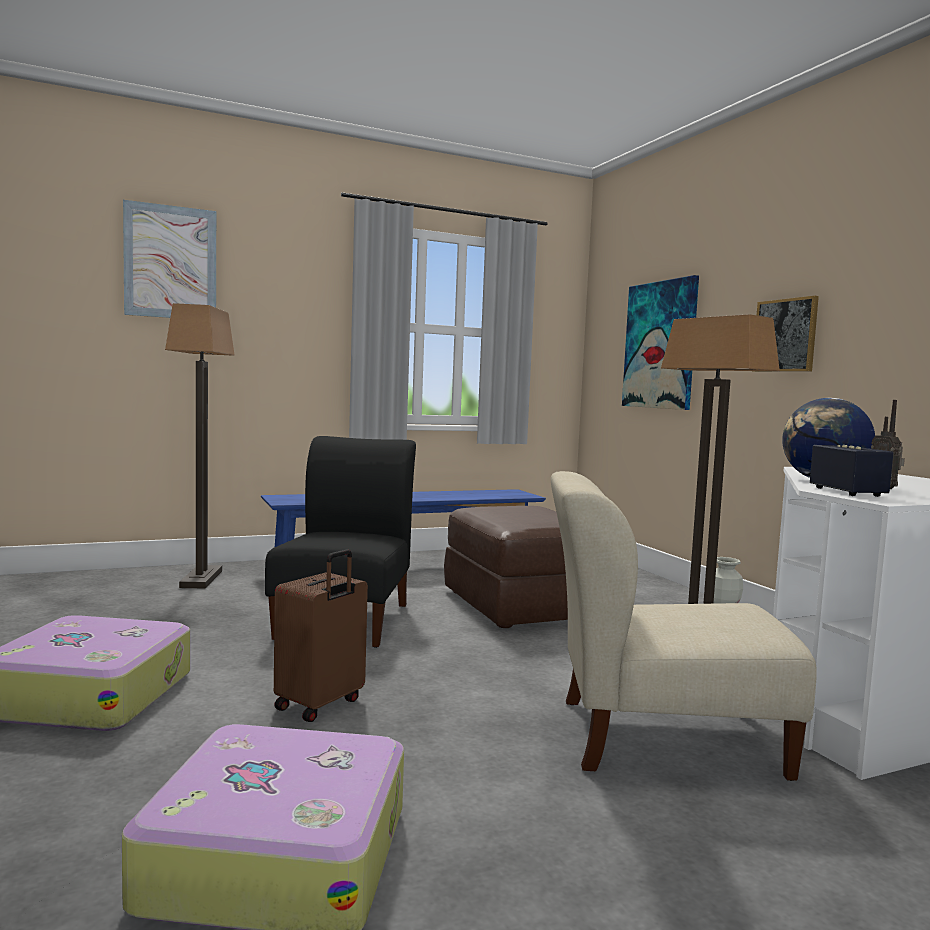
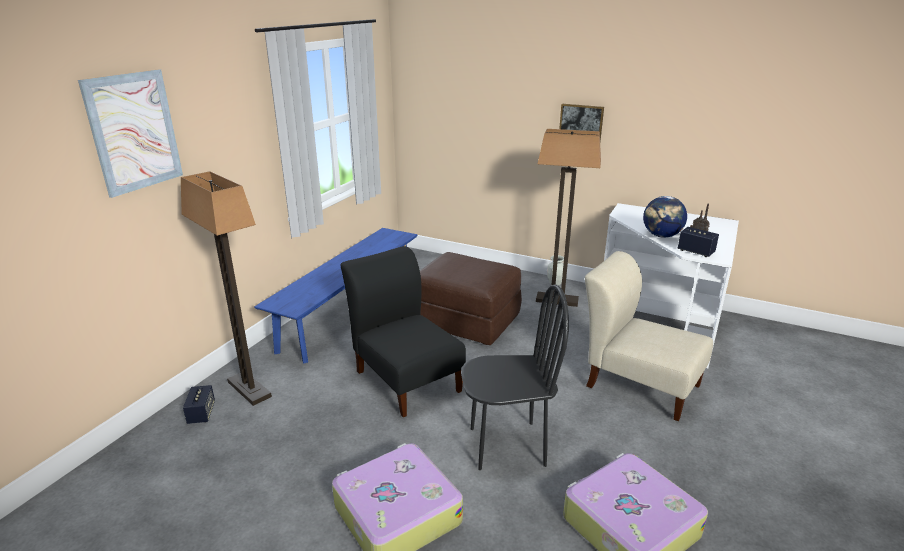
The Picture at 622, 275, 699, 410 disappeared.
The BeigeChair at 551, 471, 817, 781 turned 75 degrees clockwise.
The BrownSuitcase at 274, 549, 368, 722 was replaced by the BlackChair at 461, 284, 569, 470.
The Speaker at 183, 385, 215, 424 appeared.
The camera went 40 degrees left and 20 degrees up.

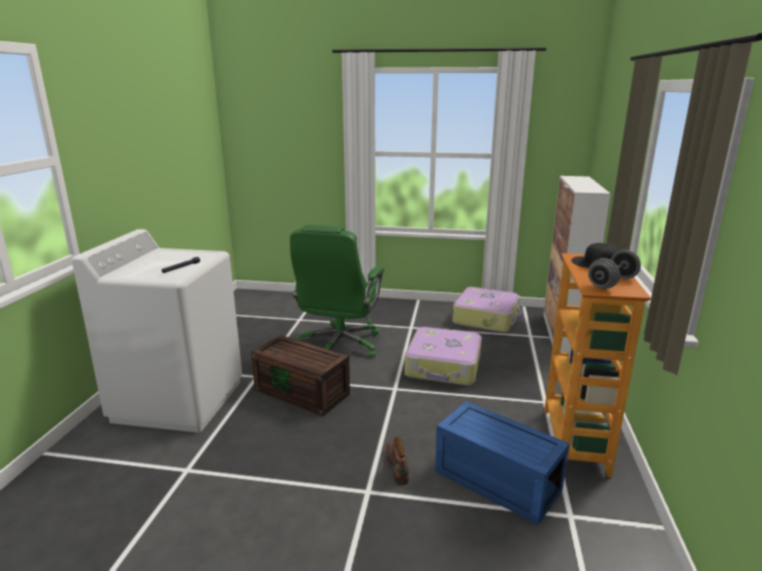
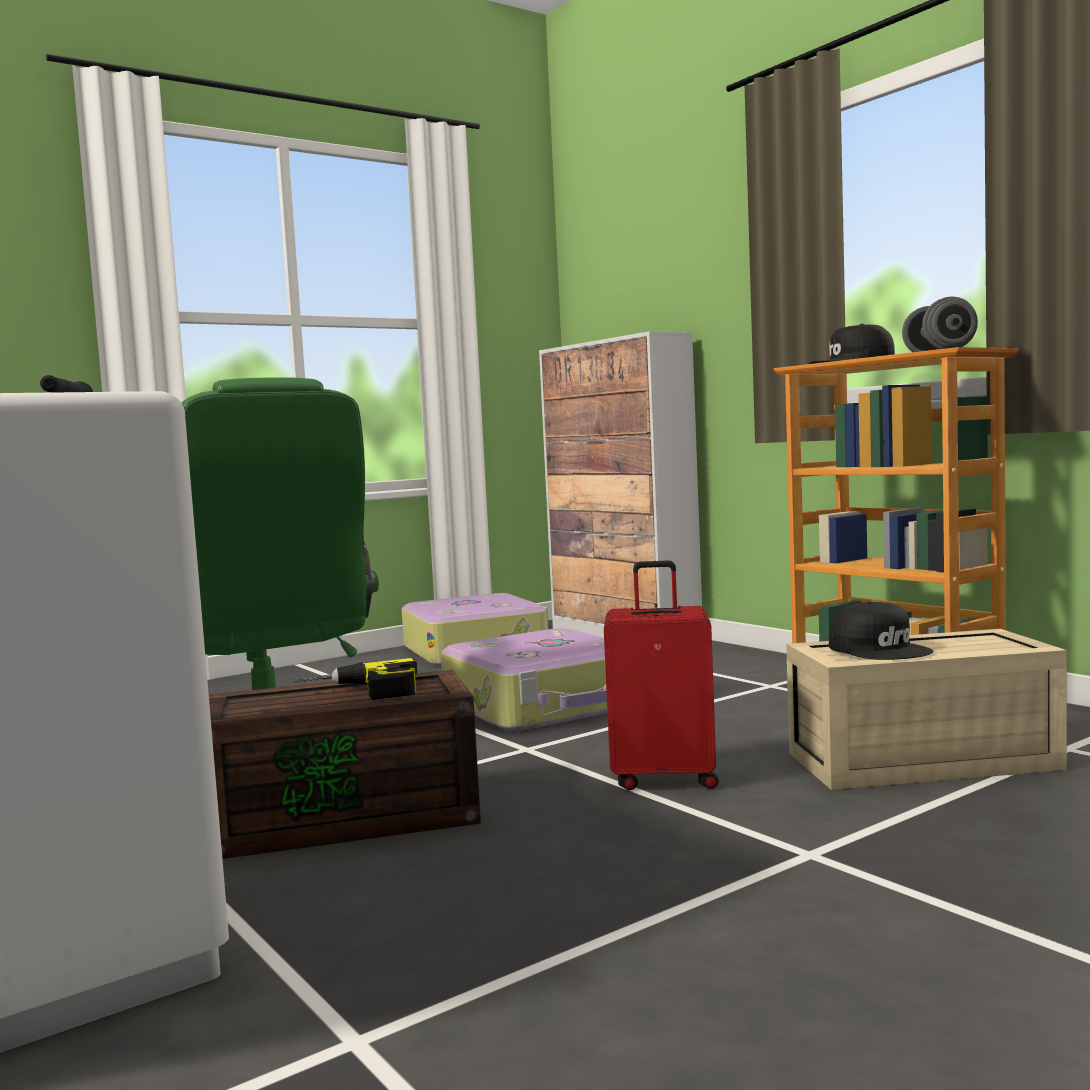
The BlueStorageBox at 435, 401, 570, 525 became the BeigeStorageBox at 786, 629, 1067, 790.
The Boot at 386, 437, 409, 485 disappeared.
The RedSuitcase at 604, 560, 719, 790 appeared.
The BlackCap at 829, 601, 933, 660 appeared.
The PowerDrill at 292, 658, 418, 700 appeared.
The camera went 45 degrees left and 15 degrees down.

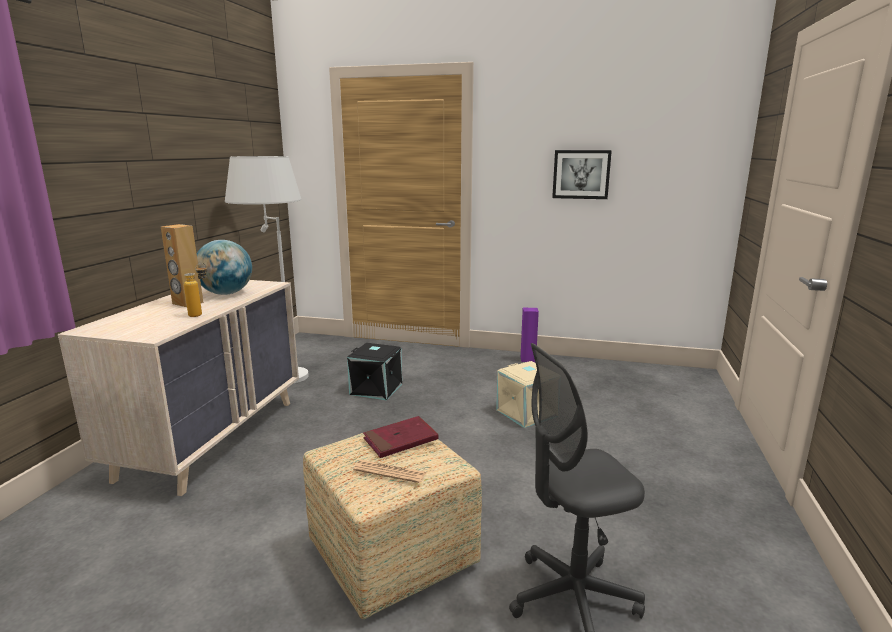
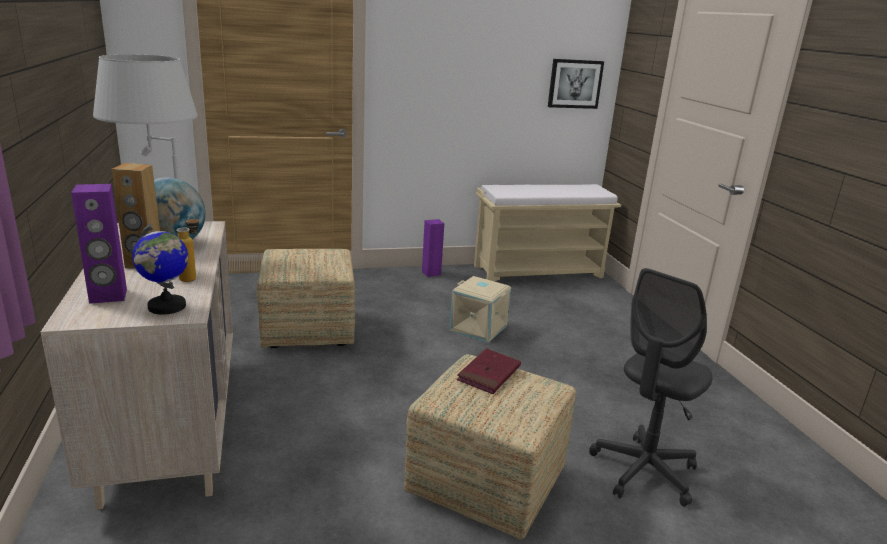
The Picture moved from 552, 150, 612, 199 to 548, 59, 604, 109.
The BlackStorageBox at 347, 343, 402, 400 was replaced by the Ottoman at 257, 249, 355, 348.
The Newspaper at 353, 460, 426, 483 disappeared.
The PurpleSpeaker at 71, 184, 127, 304 appeared.
The BeigeBench at 474, 184, 621, 282 appeared.
The Globe at 132, 223, 188, 315 appeared.
The camera went 30 degrees left and 5 degrees up.

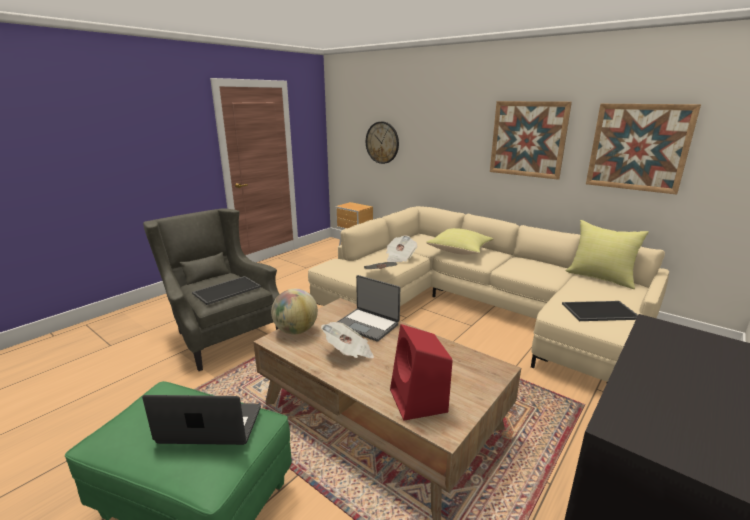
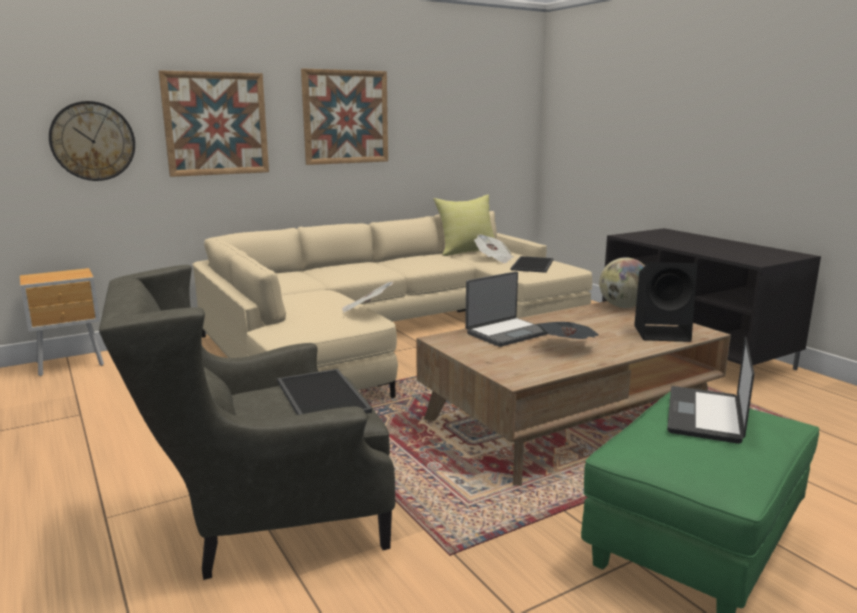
The Picture moved from 586, 104, 701, 195 to 159, 70, 269, 177.
The YellowPillow at 426, 228, 494, 255 disappeared.
The Newspaper moved from 386, 235, 418, 262 to 474, 234, 514, 263.
The Globe moved from 271, 289, 318, 334 to 599, 257, 645, 308.
The RedSpeaker at 390, 324, 453, 421 became the BlackSpeaker at 634, 262, 697, 342.
The camera went 70 degrees left and 5 degrees down.

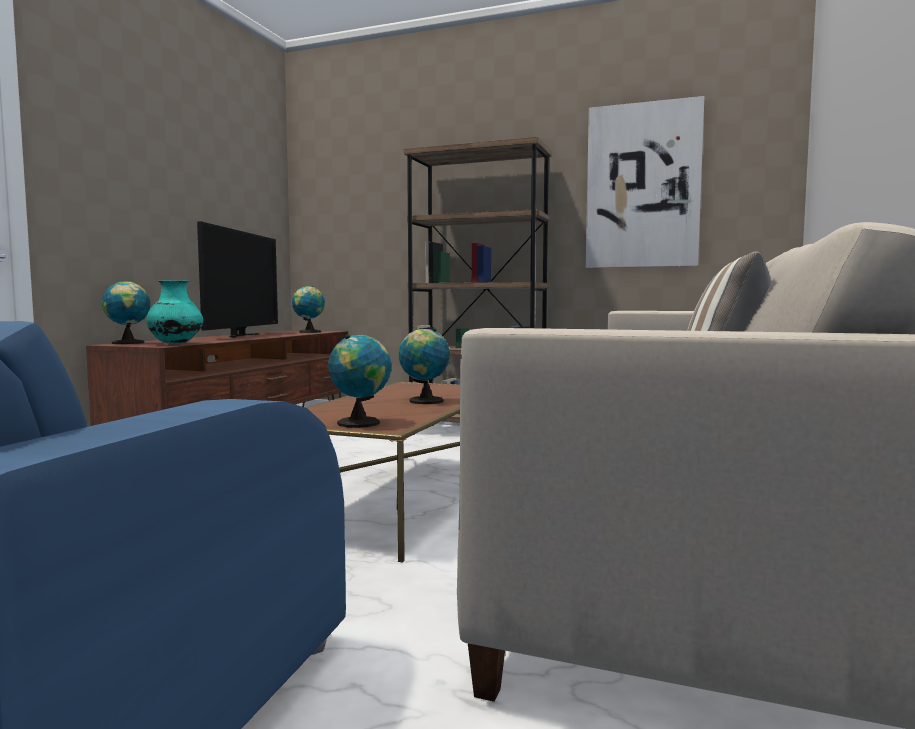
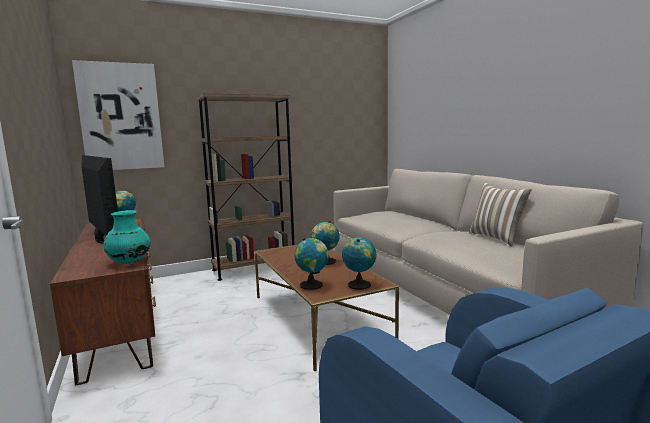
The Picture moved from 586, 96, 704, 268 to 72, 60, 164, 170.
The Globe moved from 102, 281, 150, 344 to 294, 238, 329, 290.
The camera went 45 degrees left and 5 degrees up.

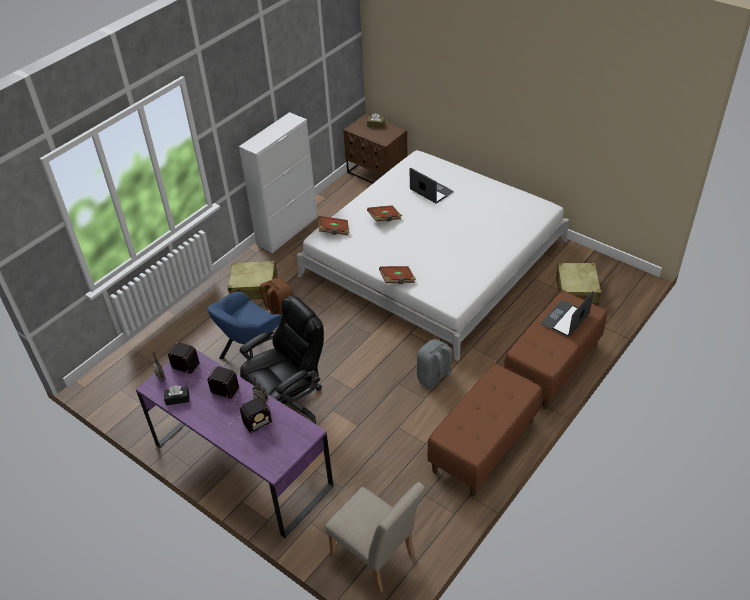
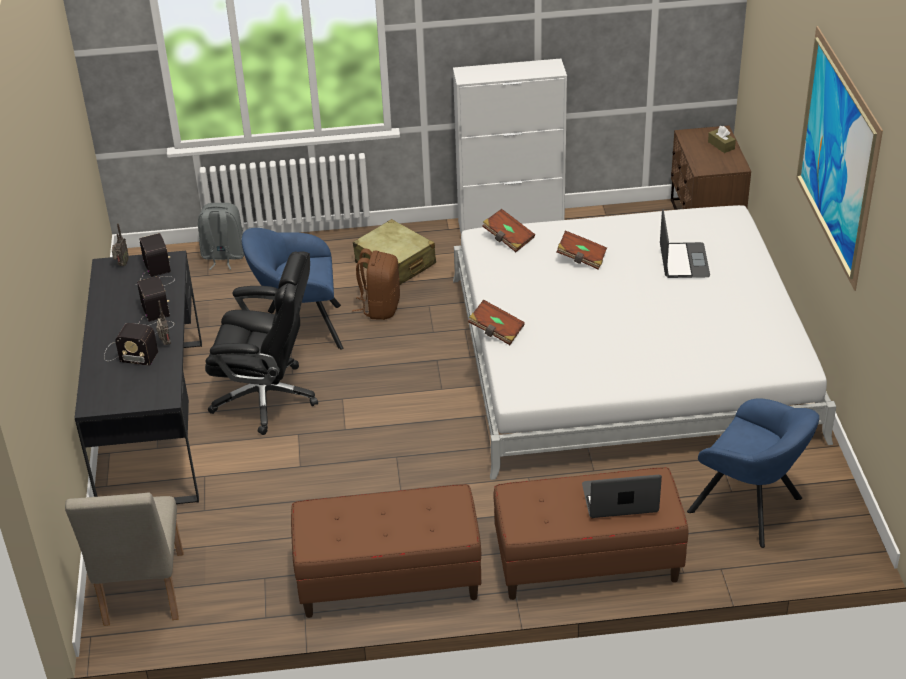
The BeigeSuitcase at 556, 263, 601, 306 was replaced by the BlueArmchair at 687, 398, 819, 548.
The GreyBackpack moved from 417, 339, 456, 393 to 198, 203, 245, 270.
The PurpleDesk at 136, 350, 334, 539 became the BlackDesk at 75, 251, 202, 504.
The BlackTissueBox at 164, 385, 189, 406 disappeared.
The Picture at 796, 26, 883, 291 appeared.
The camera went 45 degrees right and 5 degrees down.

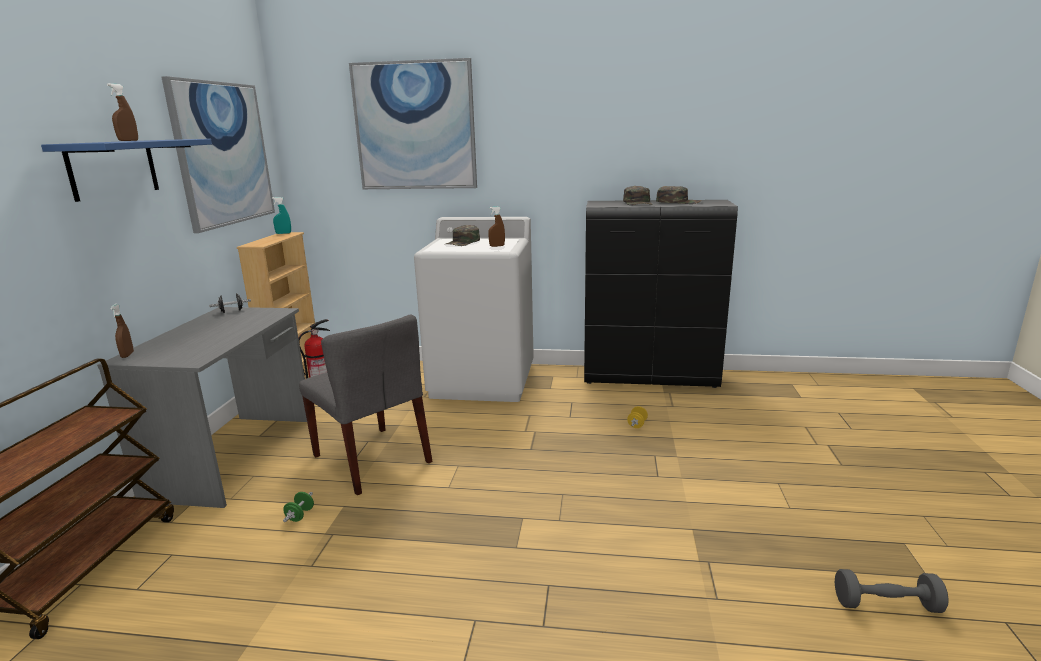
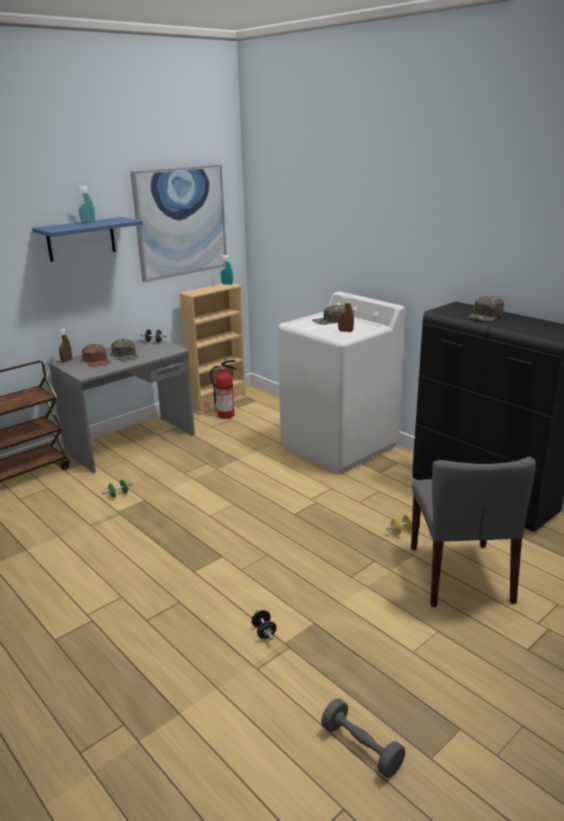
The Picture at 349, 58, 477, 189 disappeared.
The BrownSprayBottle at 107, 83, 138, 141 became the TurquoiseSprayBottle at 77, 186, 95, 223.
The GreenCap moved from 656, 186, 702, 204 to 111, 339, 139, 361.
The GreyChair moved from 299, 314, 432, 496 to 411, 457, 536, 607.
The BrownCap at 82, 344, 110, 367 appeared.
The BlackDumbbell at 251, 609, 277, 640 appeared.
The camera went 40 degrees right and 5 degrees up.

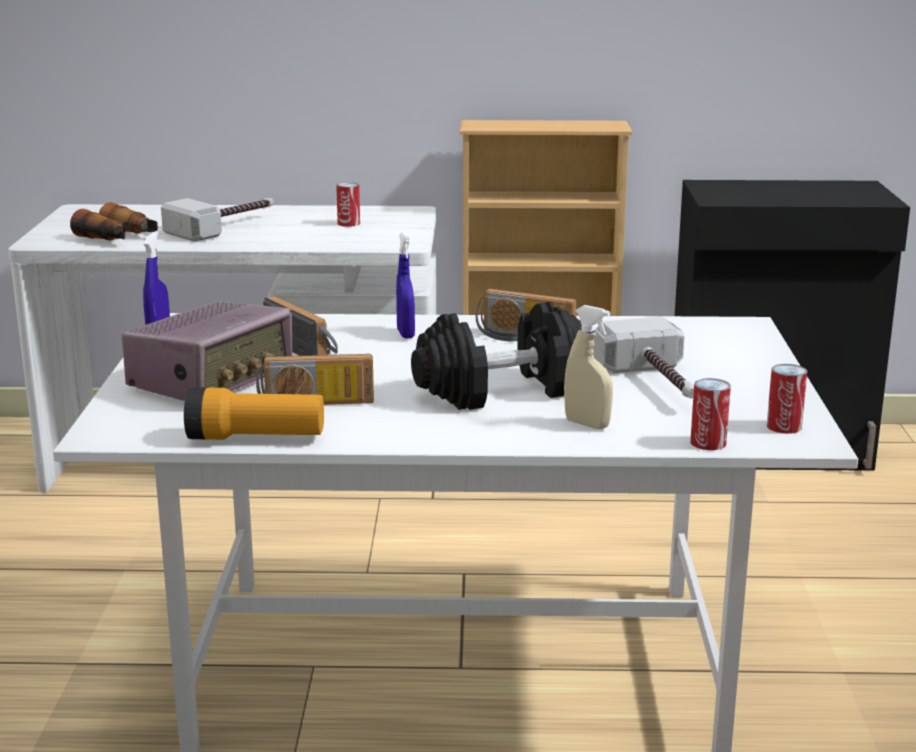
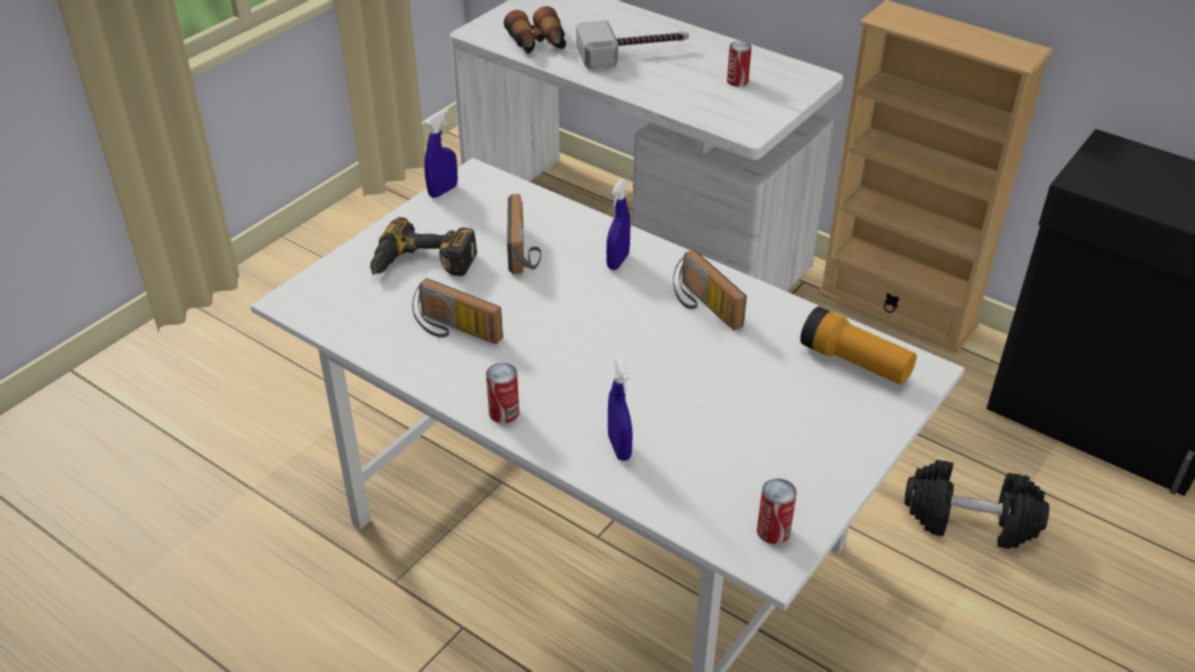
The Radio at 122, 301, 292, 401 was replaced by the PowerDrill at 370, 217, 477, 276.
The BlackDumbbell moved from 411, 301, 582, 410 to 904, 460, 1049, 549.
The BeigeSprayBottle at 564, 305, 613, 429 became the BlueSprayBottle at 608, 358, 633, 461.
The Hammer at 593, 317, 694, 398 disappeared.
The Can moved from 690, 378, 731, 450 to 486, 363, 519, 423.
The Flashlight moved from 184, 387, 324, 440 to 800, 306, 917, 385.
The camera went 35 degrees right and 20 degrees up.

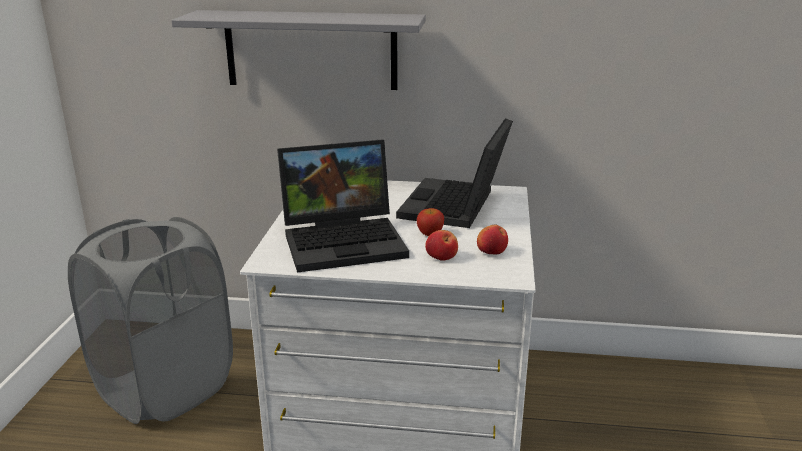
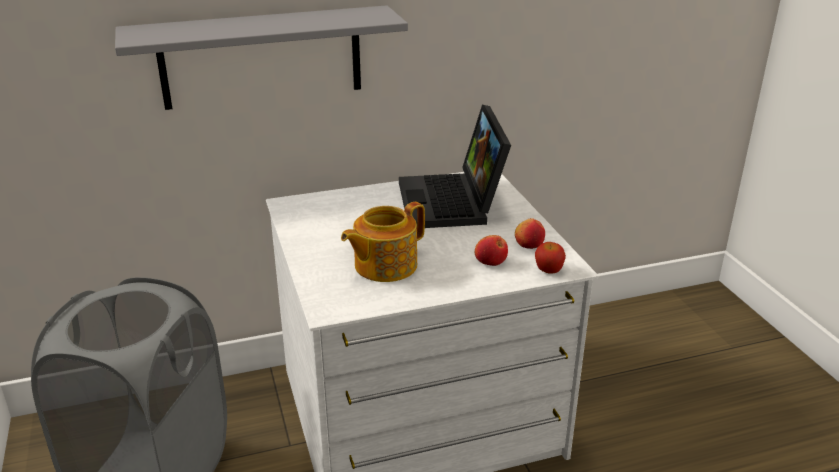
The Laptop at 277, 140, 409, 273 was replaced by the Teapot at 341, 202, 425, 282.
The Apple moved from 417, 208, 444, 236 to 535, 242, 566, 274.
The camera went 25 degrees left and 5 degrees up.

